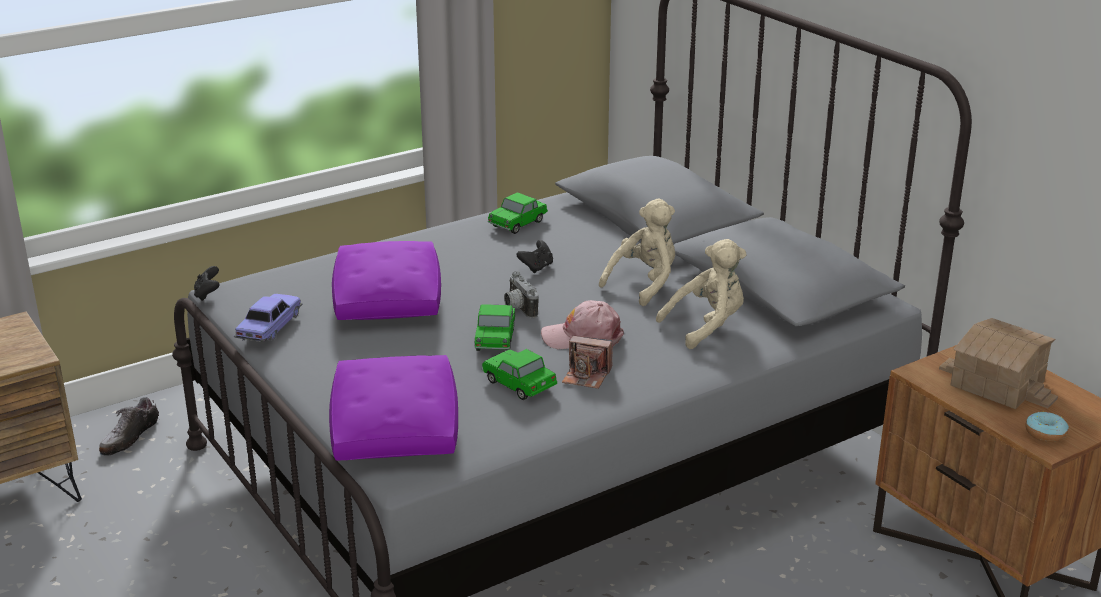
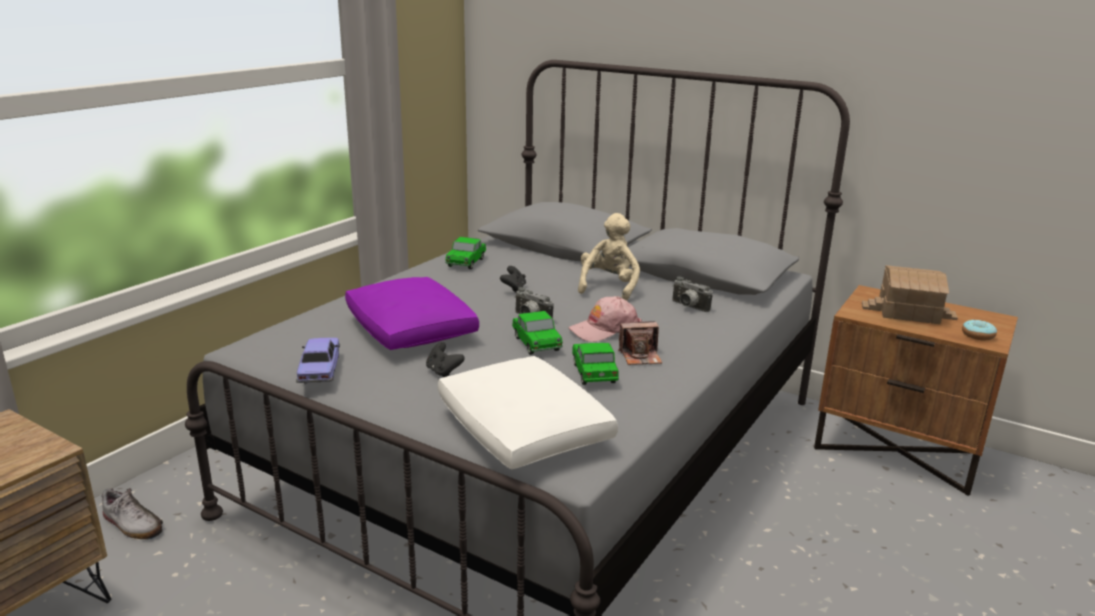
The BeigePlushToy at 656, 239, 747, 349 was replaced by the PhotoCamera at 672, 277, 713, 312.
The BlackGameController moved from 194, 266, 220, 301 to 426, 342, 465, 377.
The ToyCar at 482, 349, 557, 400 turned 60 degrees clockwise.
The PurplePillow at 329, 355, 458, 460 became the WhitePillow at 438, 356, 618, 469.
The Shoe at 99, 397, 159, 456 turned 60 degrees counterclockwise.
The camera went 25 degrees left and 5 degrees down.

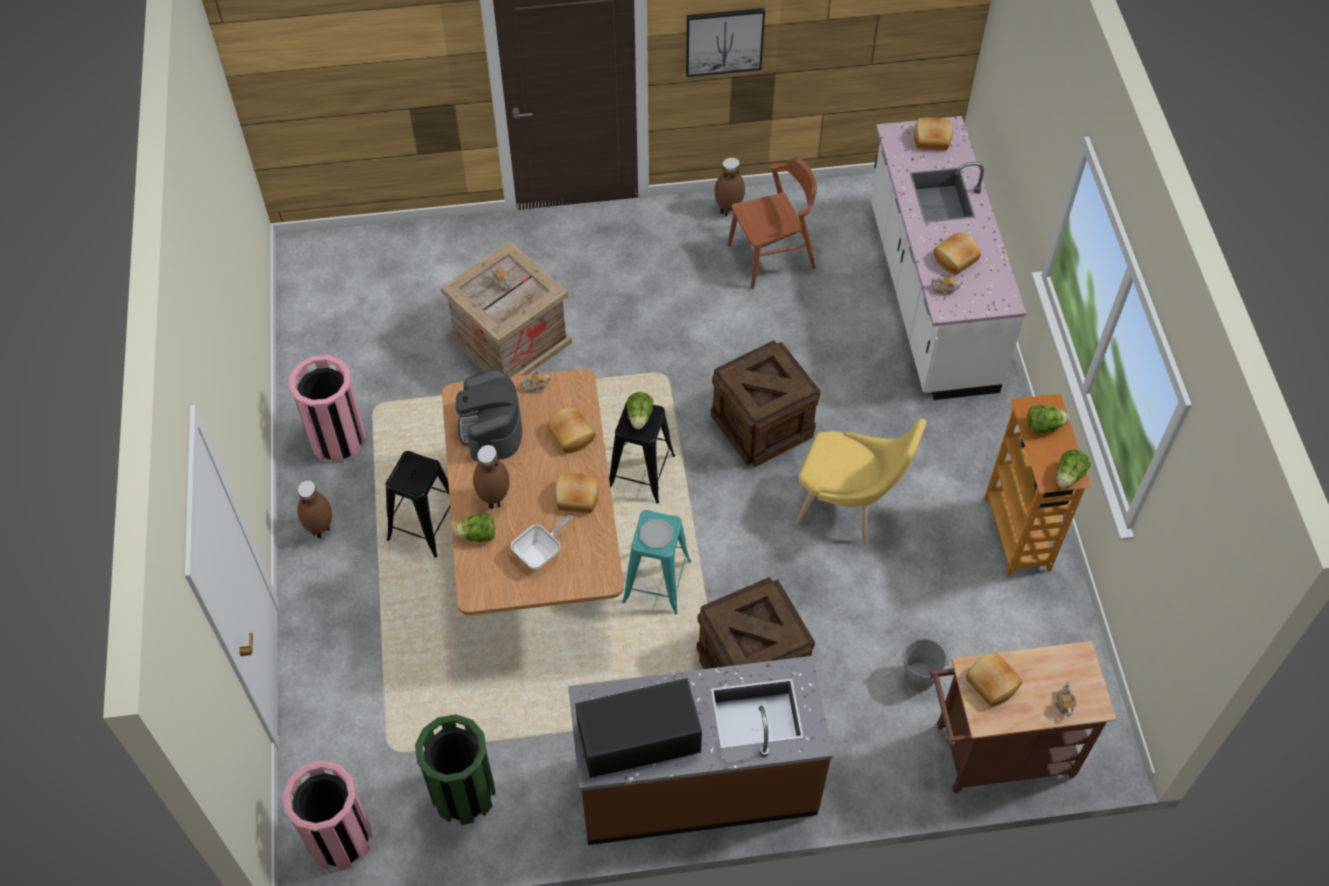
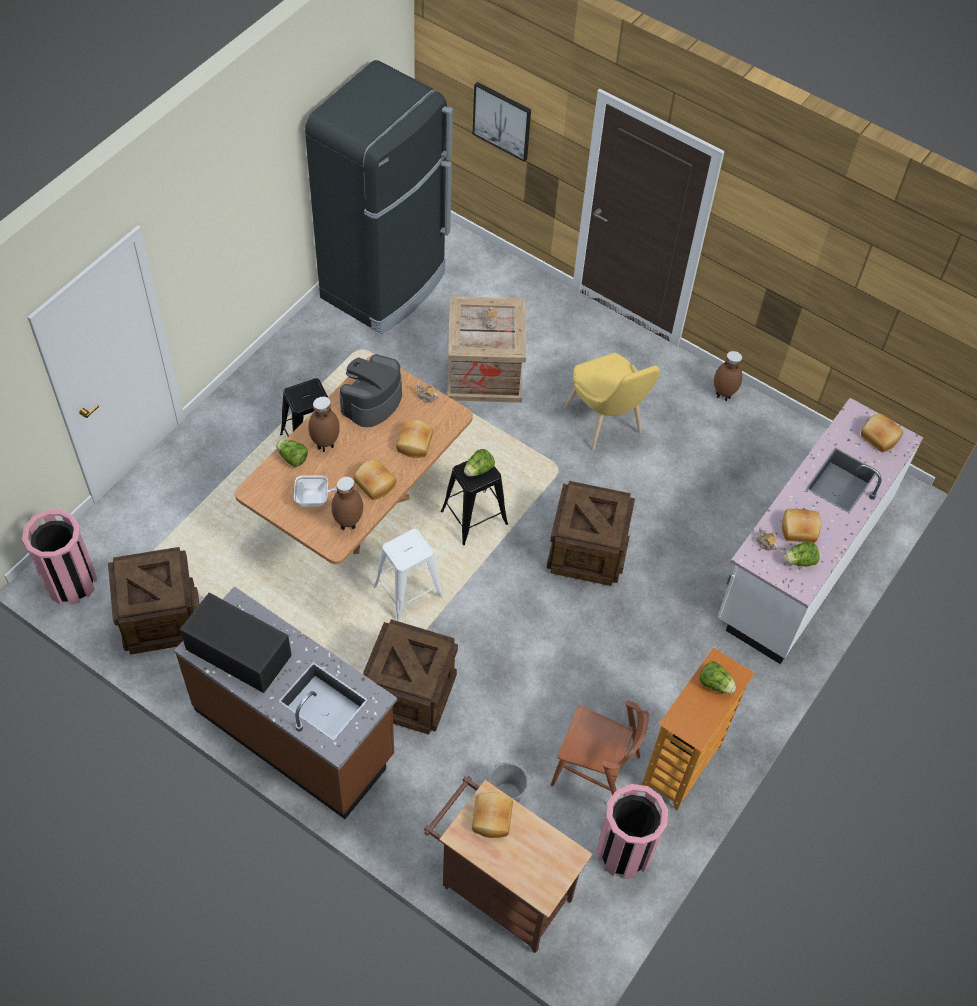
The Picture moved from 686, 8, 765, 77 to 472, 82, 531, 162.
The BrownChair moved from 728, 157, 817, 289 to 551, 701, 649, 800.
The PinkTrashCan moved from 289, 355, 366, 463 to 597, 784, 668, 879.
The YellowChair moved from 795, 419, 926, 545 to 564, 353, 660, 450.
The Lettuce moved from 1057, 449, 1091, 487 to 783, 541, 819, 567.
The BrownVase moved from 297, 481, 332, 538 to 331, 477, 363, 530.
The TurquoiseStool at 622, 510, 691, 615 became the WhiteStool at 373, 529, 444, 622.
The Plate at 640, 519, 673, 548 disappeared.
The Teapot at 1055, 681, 1077, 717 disappeared.
The GreenTrashCan at 415, 714, 496, 825 was replaced by the Crate at 108, 547, 199, 655.
The BlackFridge at 305, 60, 453, 334 appeared.
The camera went 40 degrees right and 0 degrees up.

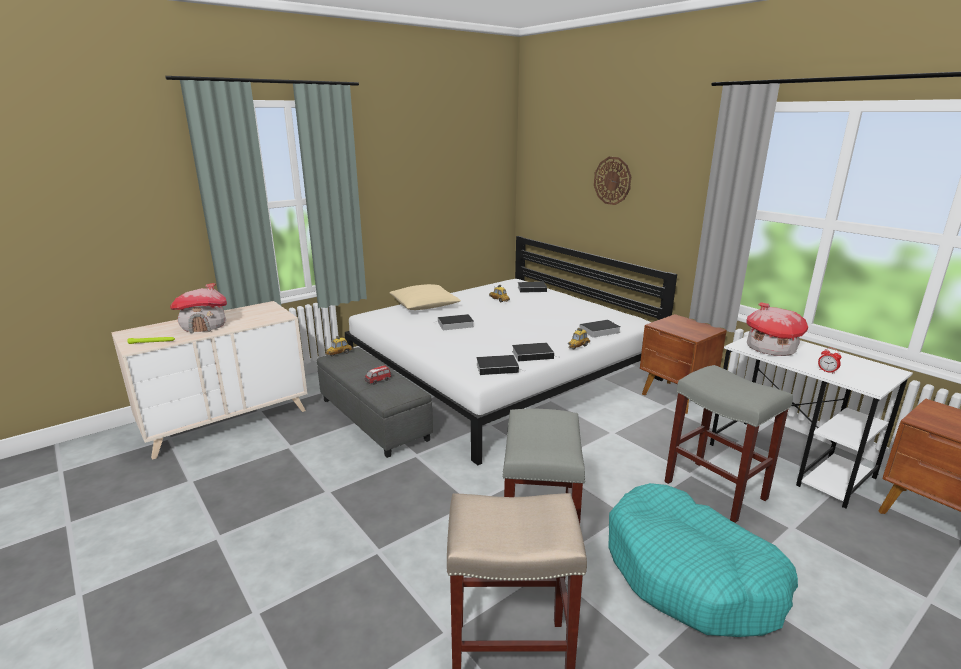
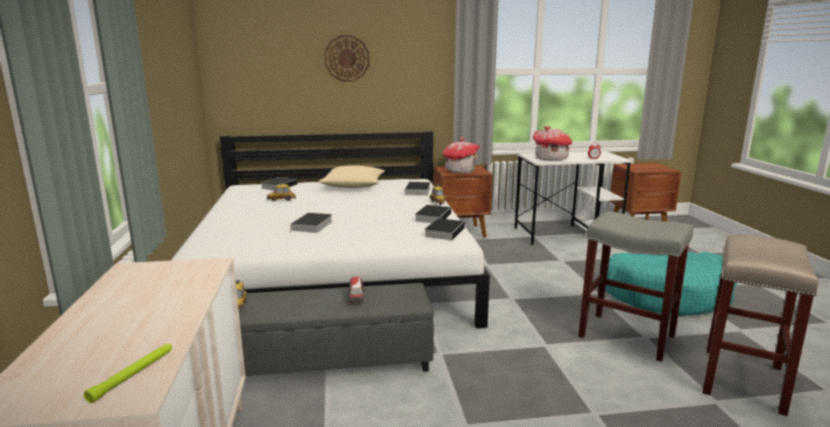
The ToyHouse moved from 170, 283, 227, 333 to 443, 137, 480, 173.
The BeigePillow moved from 389, 284, 461, 310 to 318, 166, 385, 188.
The GreyStool at 664, 365, 793, 523 disappeared.
The camera went 60 degrees left and 5 degrees down.

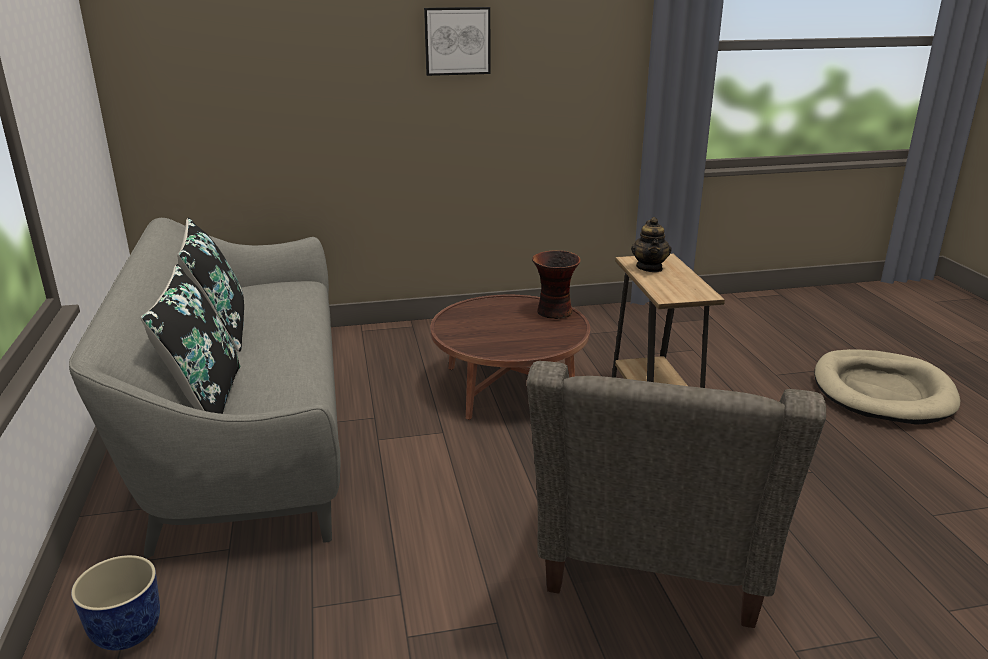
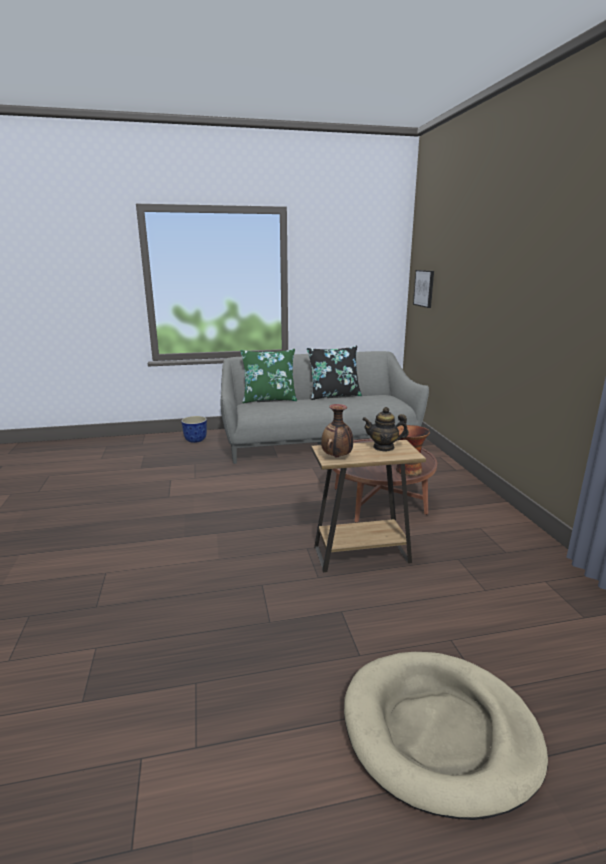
The Picture moved from 424, 7, 490, 76 to 413, 270, 434, 308.
The BlackPillow at 140, 264, 240, 414 became the GreenPillow at 241, 349, 297, 403.
The GreyArmchair at 527, 361, 826, 628 disappeared.
The Vase at 321, 404, 353, 458 appeared.
The camera went 90 degrees right and 5 degrees down.

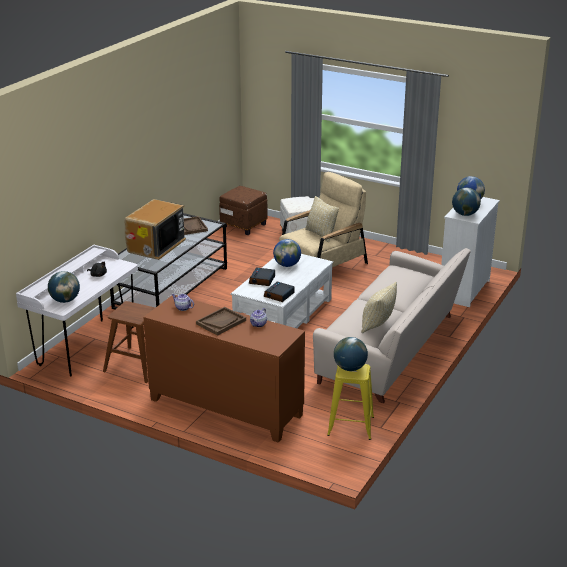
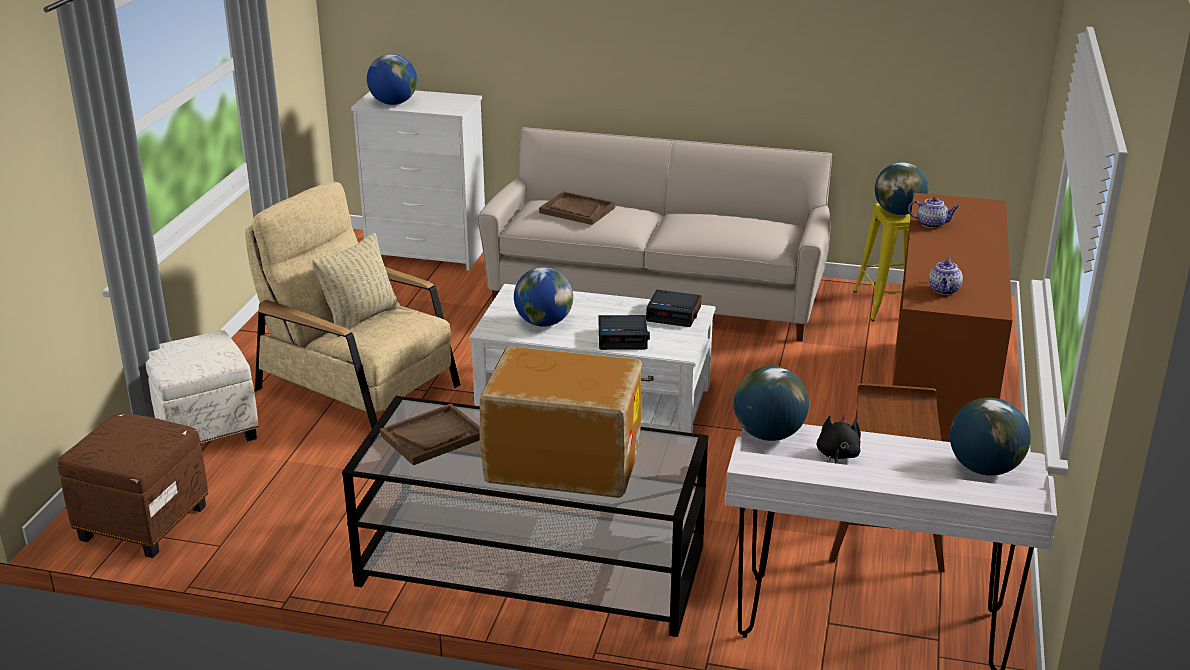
The Globe moved from 452, 188, 481, 216 to 734, 366, 809, 441.
The BeigePillow at 361, 282, 397, 333 disappeared.
The BrownTray moved from 196, 307, 246, 336 to 539, 191, 615, 225.
The camera went 105 degrees left and 0 degrees up.

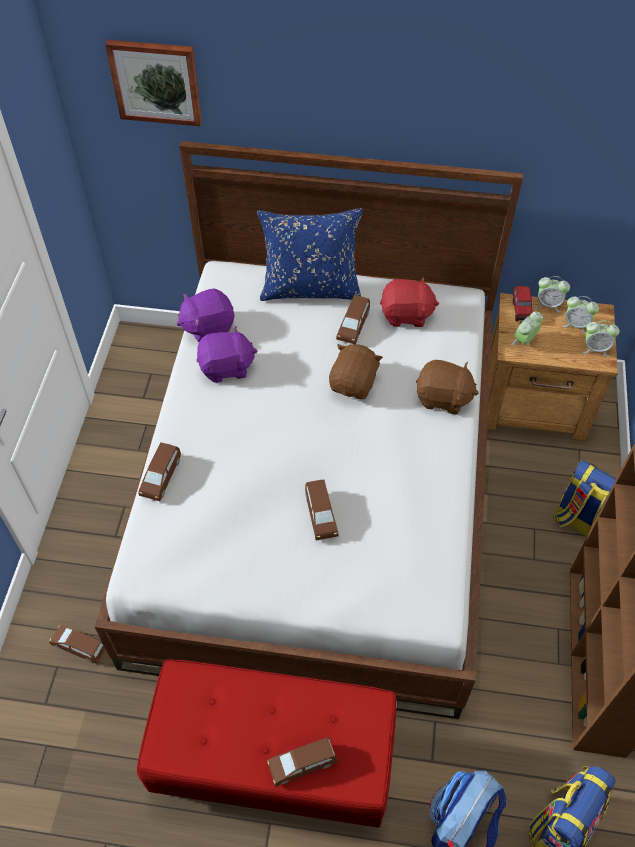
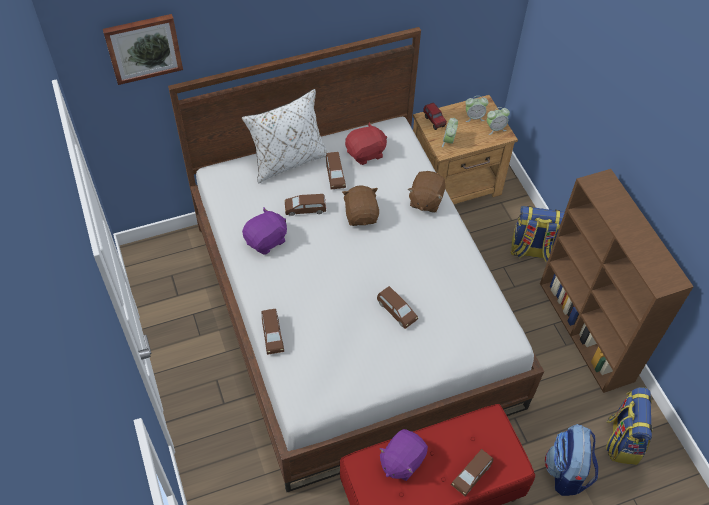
The BluePillow at 257, 208, 363, 301 became the WhitePillow at 242, 89, 328, 183.
The AlarmClock at 535, 276, 570, 313 disappeared.
The PurplePlushToy moved from 177, 288, 234, 342 to 379, 429, 428, 481.
The BrownPlushToy at 416, 360, 479, 415 turned 120 degrees clockwise.
The BrownToyCar moved from 49, 624, 105, 664 to 285, 194, 326, 216.
The camera went 30 degrees left and 0 degrees up.

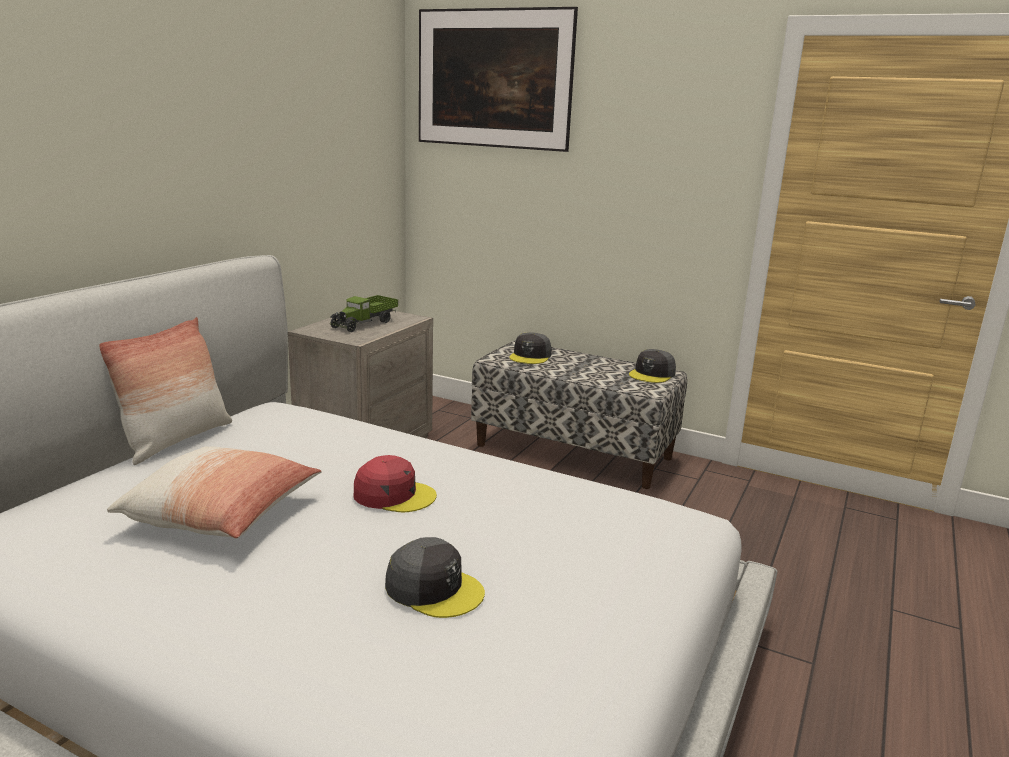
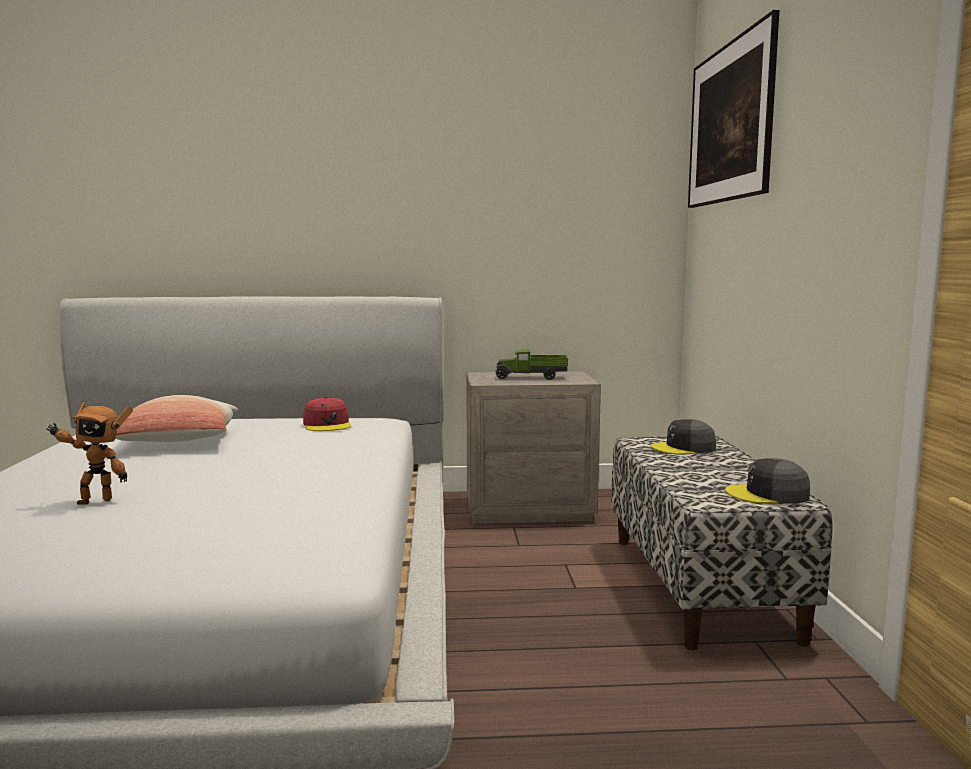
The Pillow at 99, 317, 232, 465 disappeared.
The RedCap moved from 354, 455, 437, 512 to 303, 398, 351, 431.
The GreyCap at 385, 537, 485, 618 was replaced by the ToyRobot at 46, 401, 133, 504.
The camera went 60 degrees right and 10 degrees down.

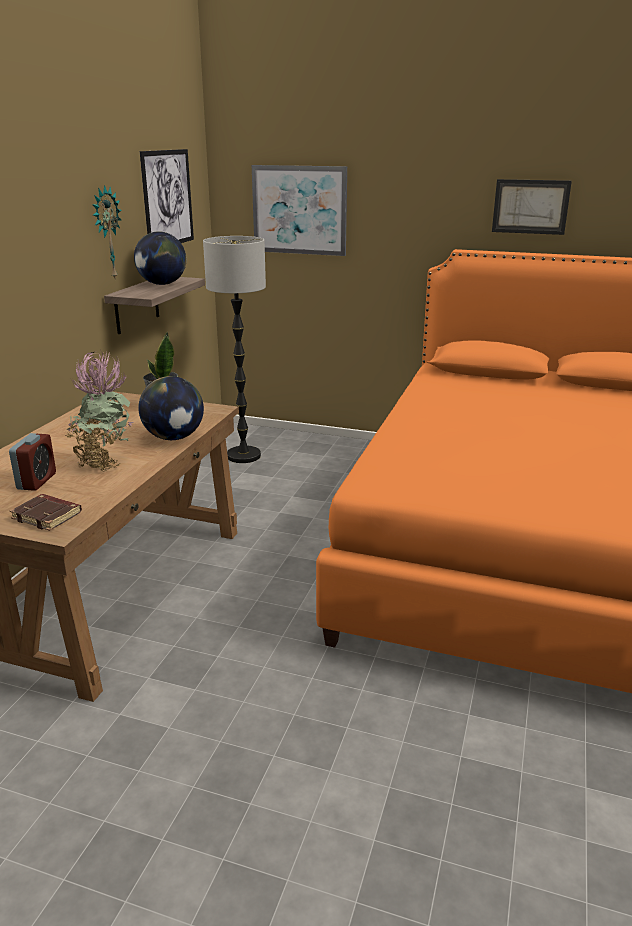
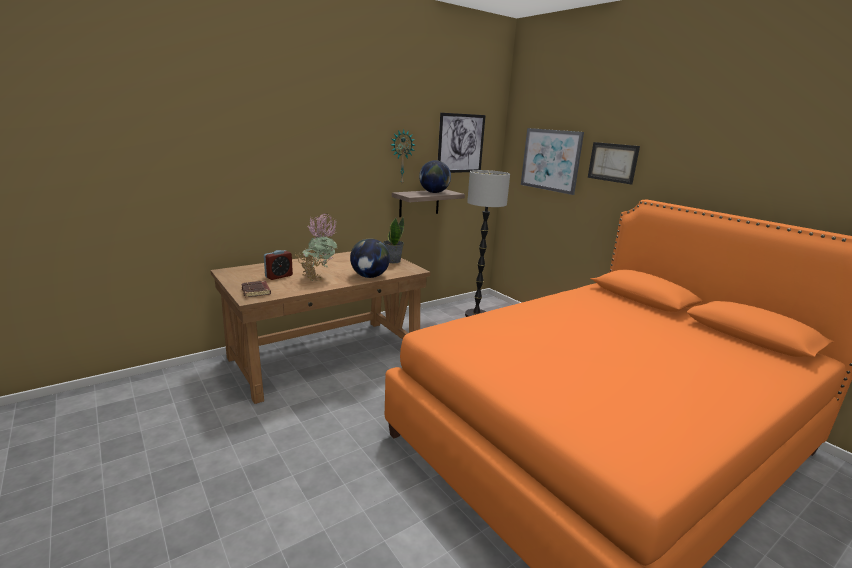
The Picture moved from 492, 179, 572, 235 to 588, 142, 640, 185.
The camera went 35 degrees right and 5 degrees down.

